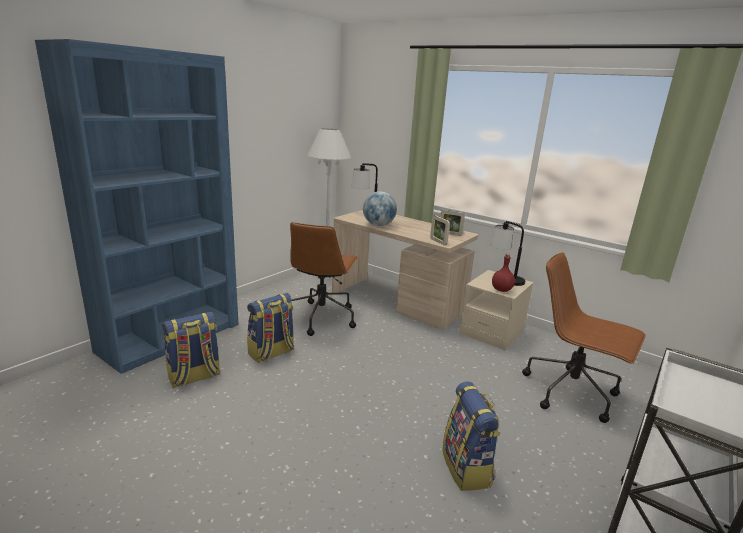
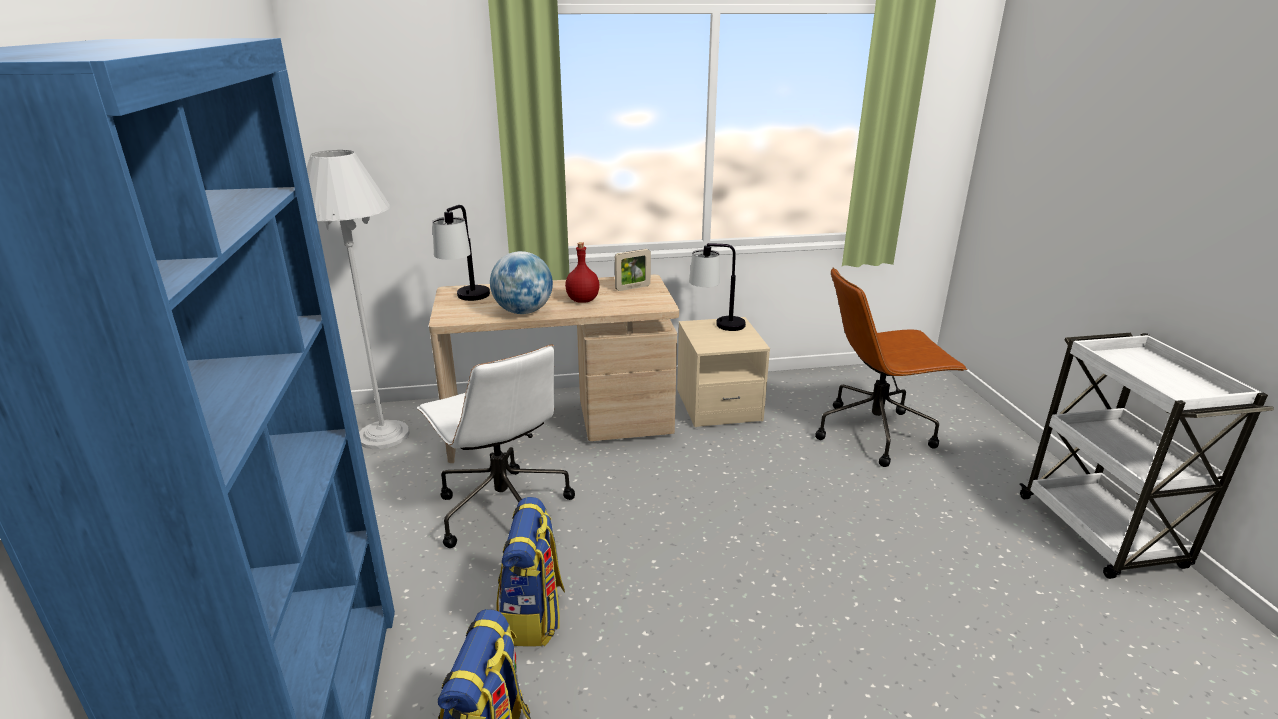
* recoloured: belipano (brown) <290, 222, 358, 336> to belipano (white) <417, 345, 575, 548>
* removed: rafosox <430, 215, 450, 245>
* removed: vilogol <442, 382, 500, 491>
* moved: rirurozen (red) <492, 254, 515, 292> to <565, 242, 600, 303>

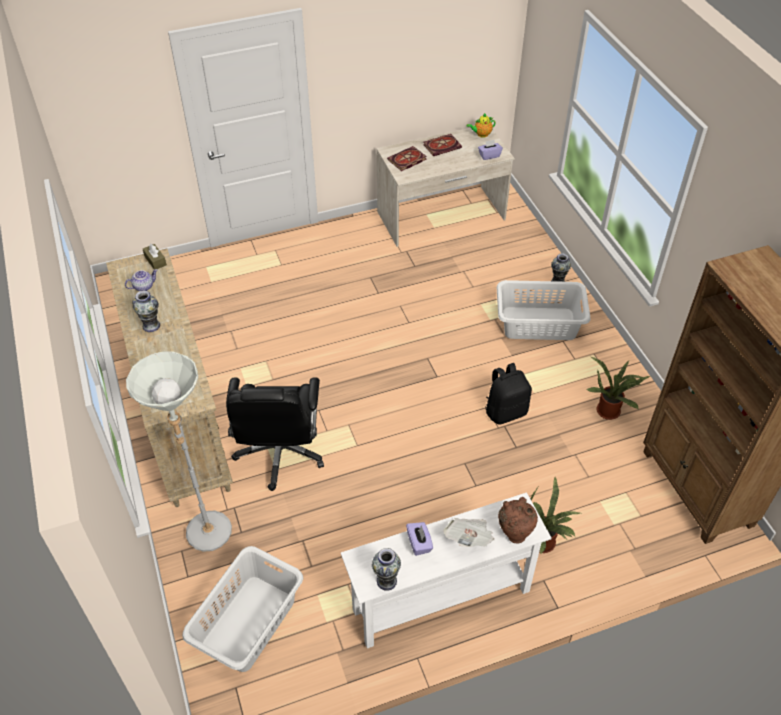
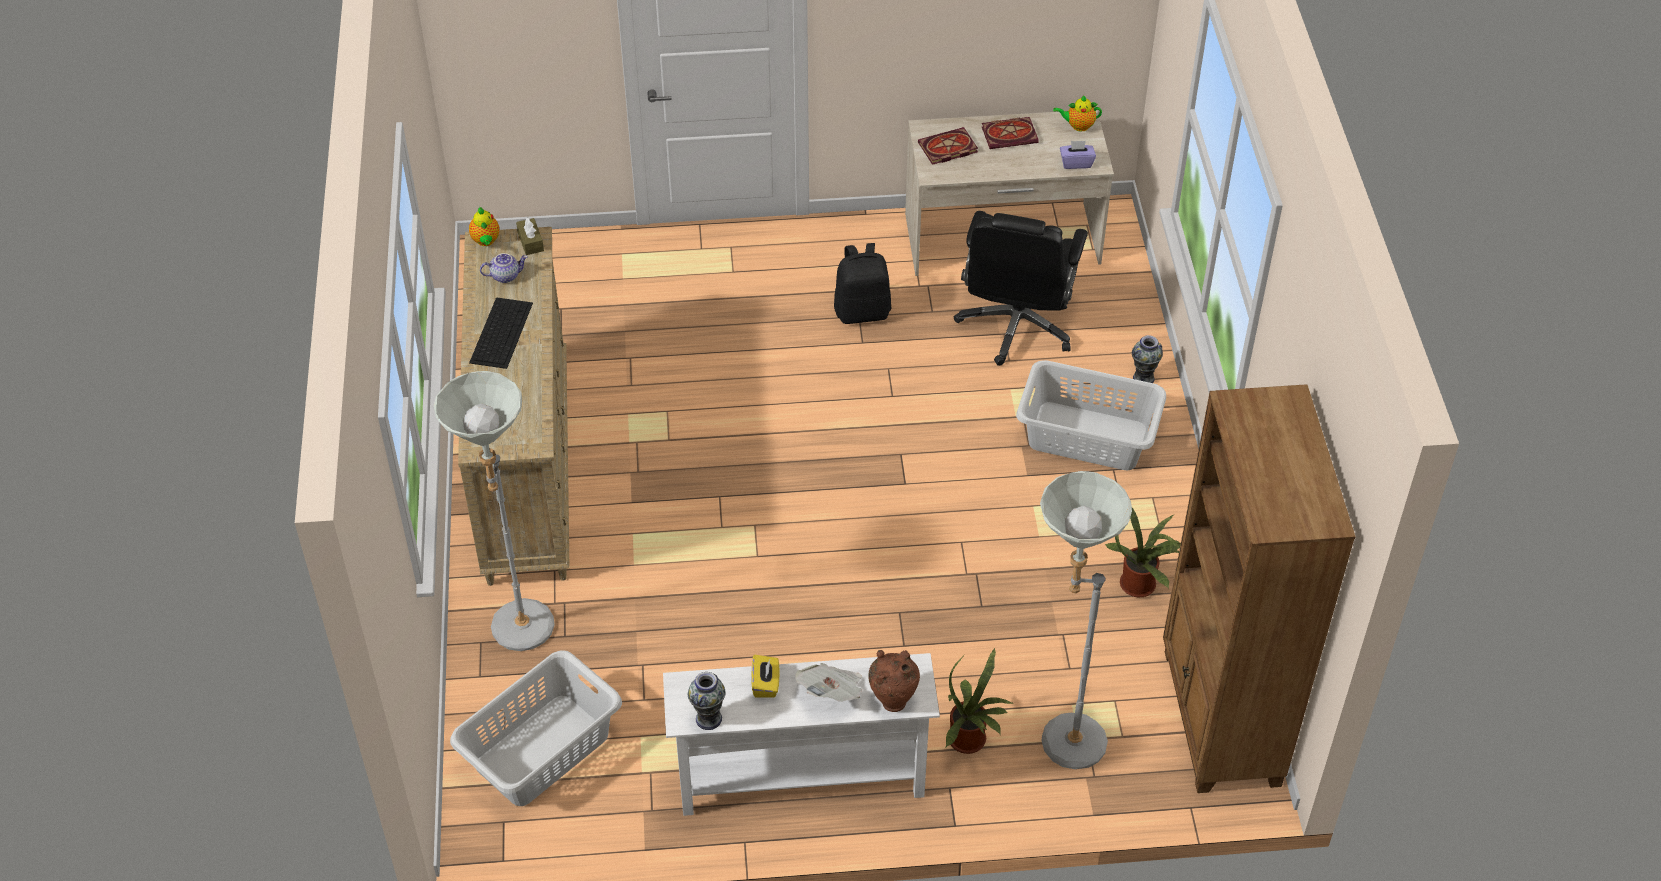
* replaced: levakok <132, 290, 160, 332> to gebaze <469, 297, 533, 369>
* moved: belipano (black) <226, 377, 324, 491> to <954, 211, 1088, 366>
* recoloured: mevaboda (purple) <406, 522, 433, 556> to mevaboda (yellow) <752, 655, 779, 698>
* moved: vilogol (black) <485, 363, 532, 425> to <834, 243, 891, 324>
* added: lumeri <469, 207, 499, 246>
* added: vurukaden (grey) <1040, 471, 1132, 769>

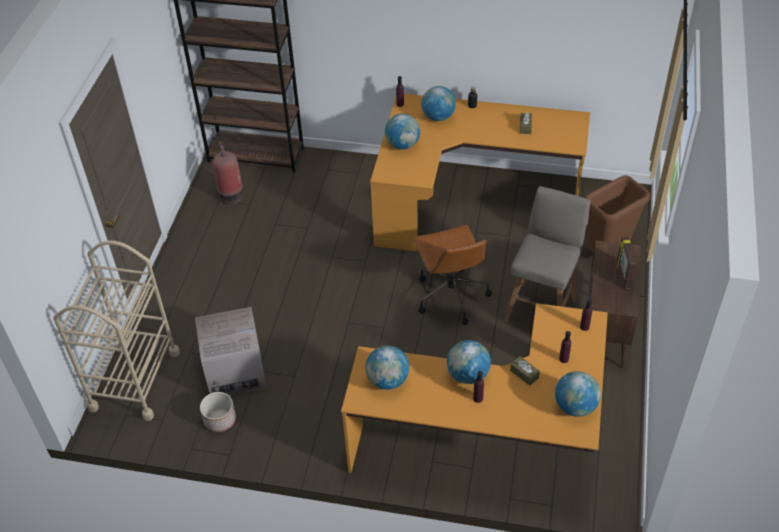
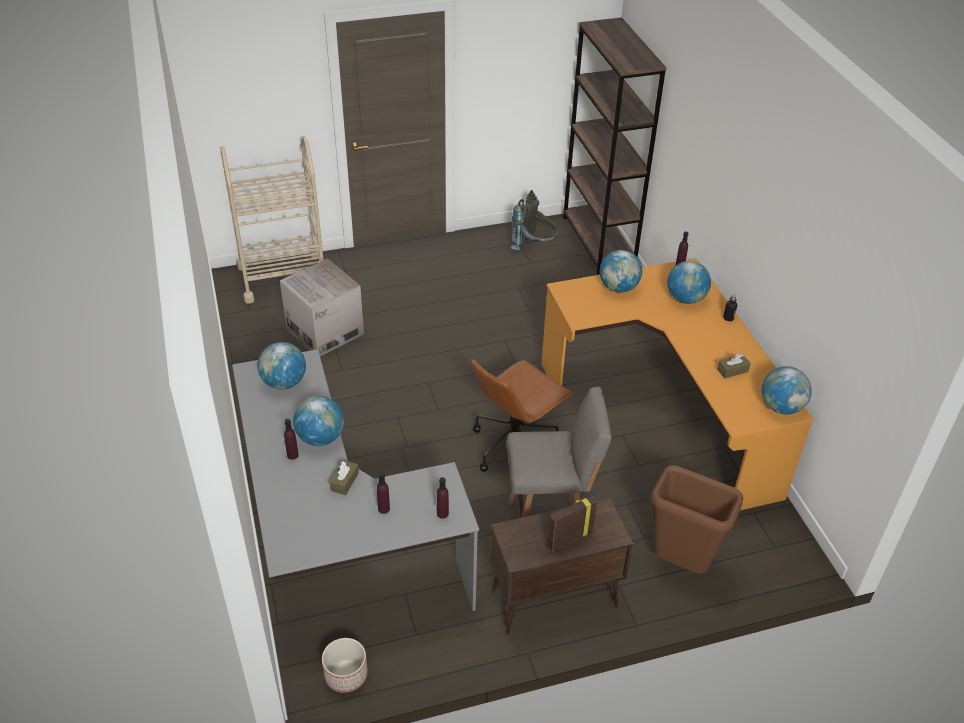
* moved: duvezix <200, 392, 236, 432> to <322, 638, 368, 693>
* replaced: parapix <213, 141, 244, 205> to vilogol (grey) <510, 190, 558, 250>
* recoloured: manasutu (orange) <341, 303, 608, 473> to manasutu (grey) <232, 349, 479, 611>
* moved: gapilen <555, 371, 601, 417> to <762, 366, 812, 414>

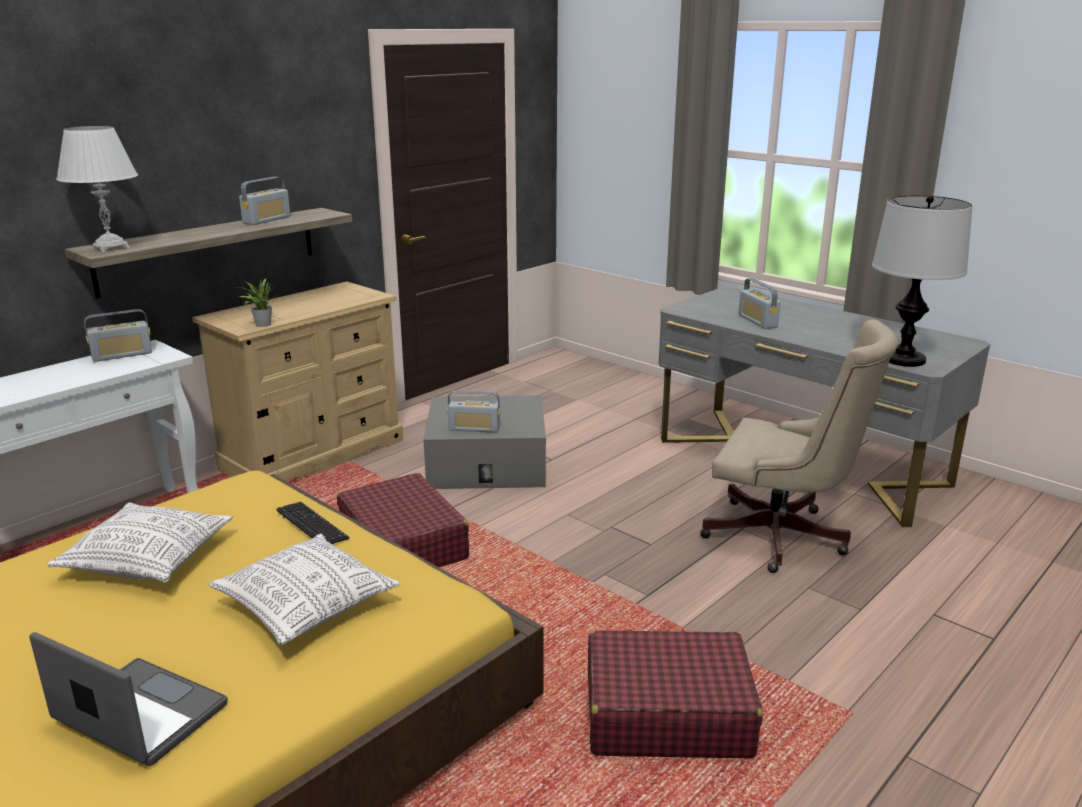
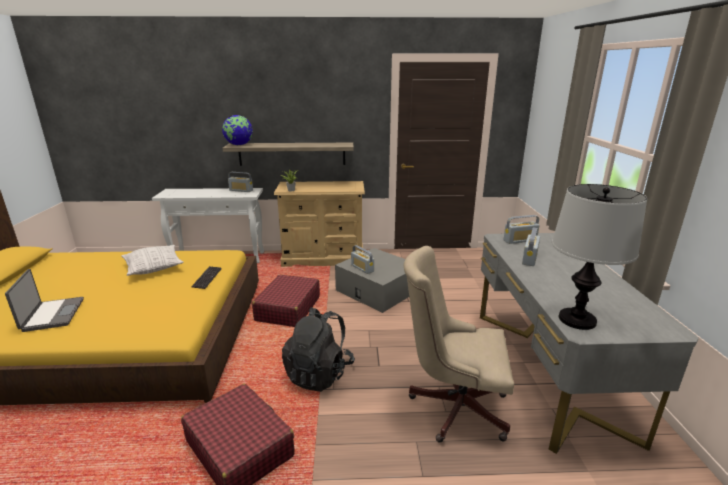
* replaced: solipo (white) <56, 126, 138, 252> to gapilen <222, 115, 253, 145>
* removed: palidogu <209, 534, 400, 645>
* moved: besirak <239, 177, 290, 225> to <504, 215, 540, 244>
* turned: belipano (beige) <700, 319, 898, 573> = <404, 246, 514, 443> 120 degrees clockwise
* added: vilogol (black) <282, 307, 355, 392>

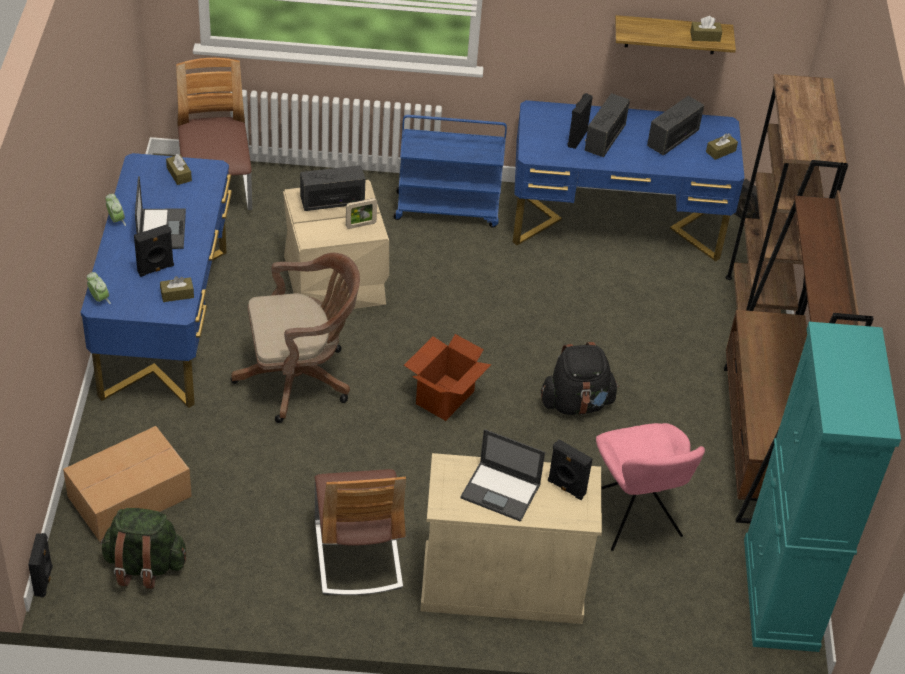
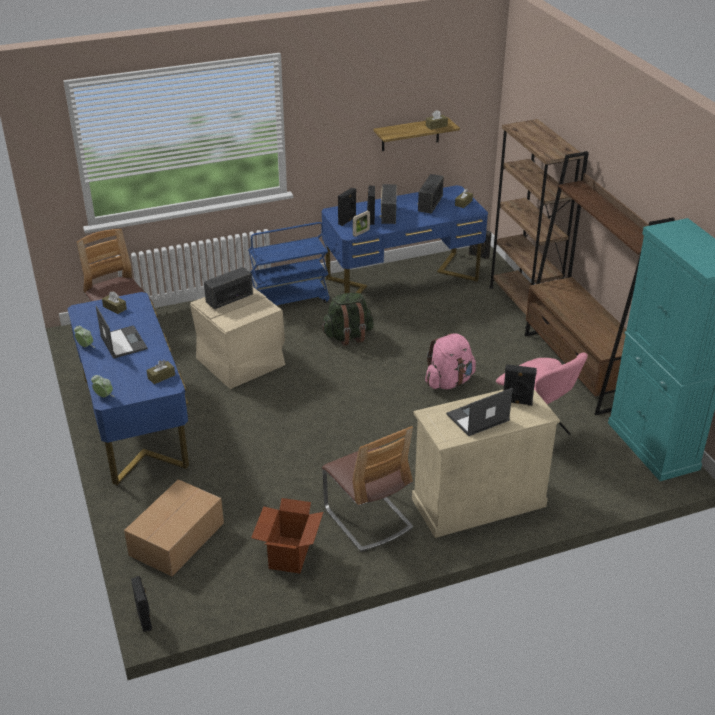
* moved: vilogol (green) <100, 508, 186, 589> to <322, 293, 374, 346>
* moved: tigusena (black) <134, 224, 174, 277> to <338, 188, 356, 226>
* removed: belipano (brown) <231, 253, 360, 423>
* moved: rafosox <346, 198, 377, 229> to <353, 210, 370, 237>
* moved: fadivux <404, 334, 491, 421> to <251, 498, 323, 574>
* turned: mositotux <460, 429, 545, 521> = <446, 388, 513, 436> 150 degrees clockwise
* recoloured: vilogol (black) <541, 342, 619, 415> to vilogol (pink) <425, 333, 476, 389>

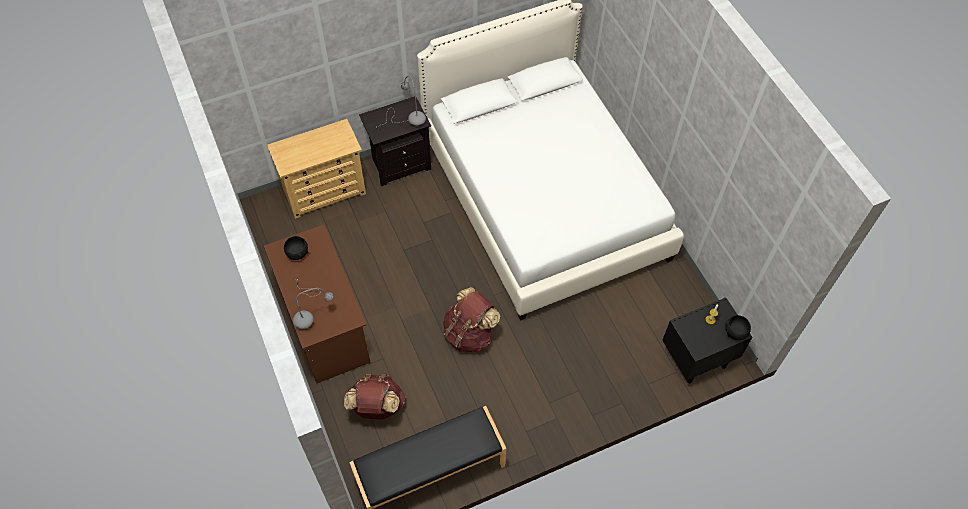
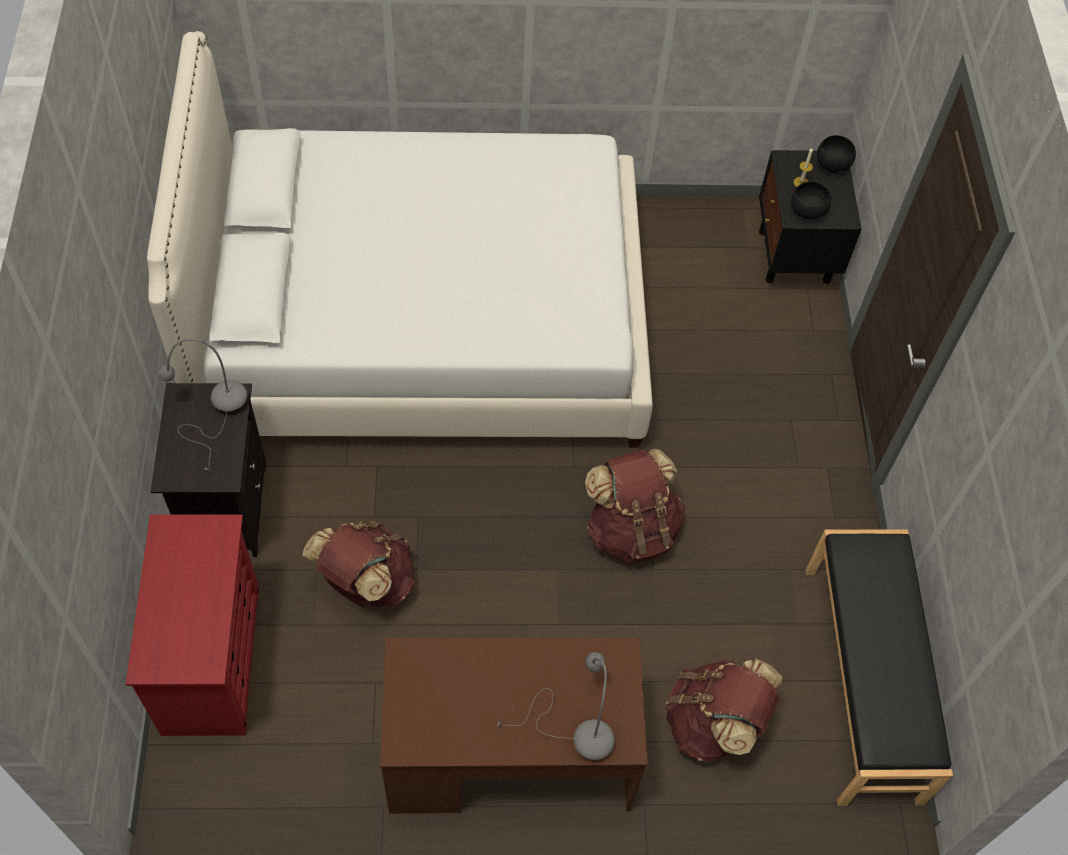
* recoloured: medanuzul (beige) <267, 119, 366, 219> to medanuzul (red) <126, 514, 259, 736>
* moved: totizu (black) <284, 236, 308, 260> to <791, 182, 833, 220>
* added: vilogol (brown) <302, 521, 415, 607>

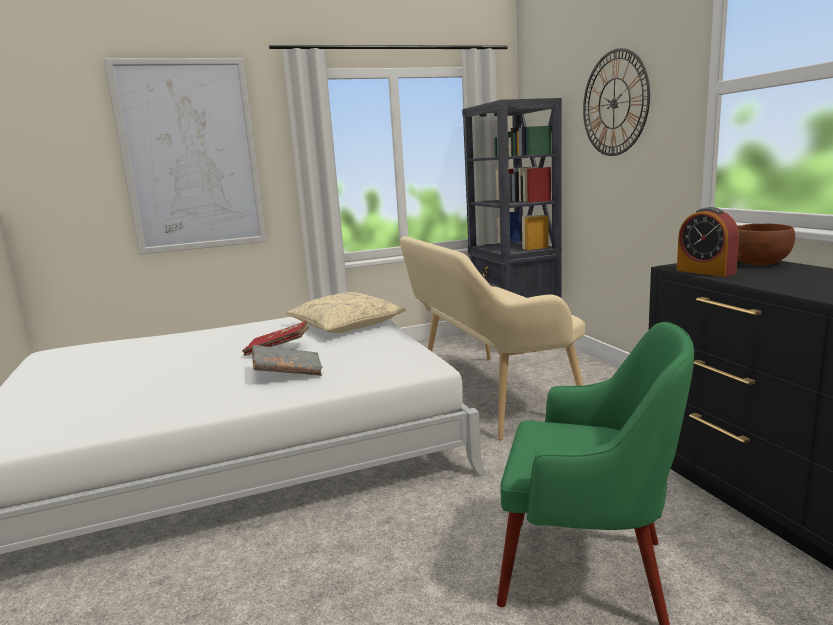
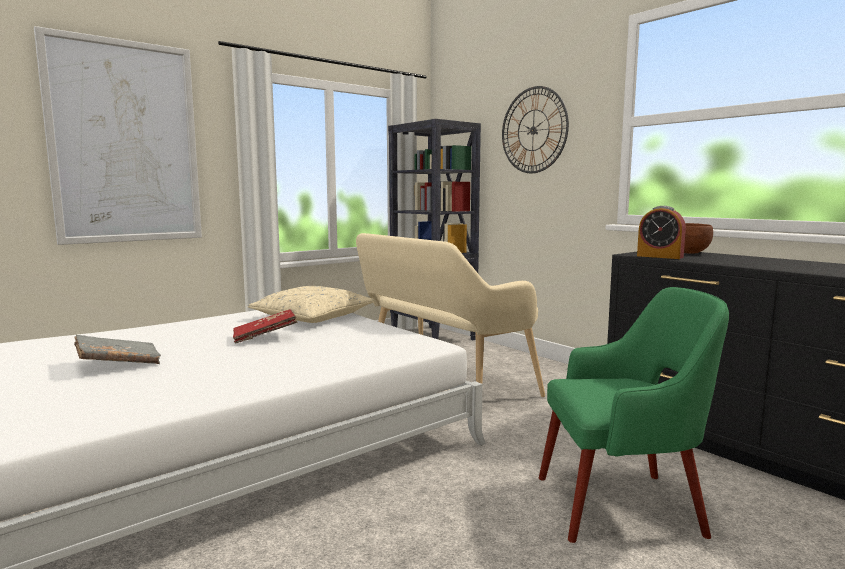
* moved: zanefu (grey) <252, 345, 323, 376> to <74, 335, 161, 364>

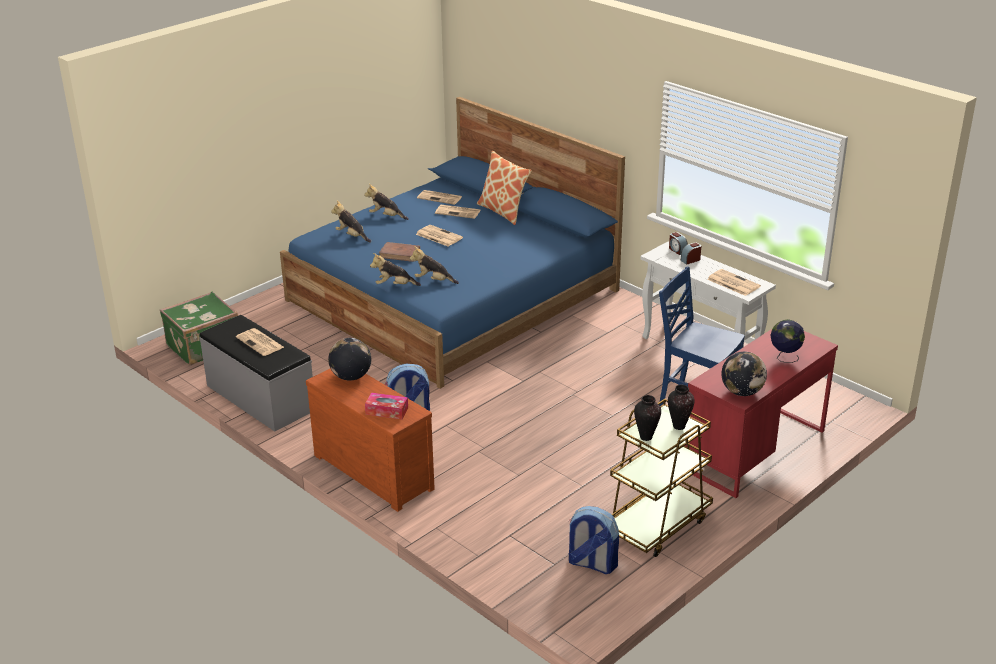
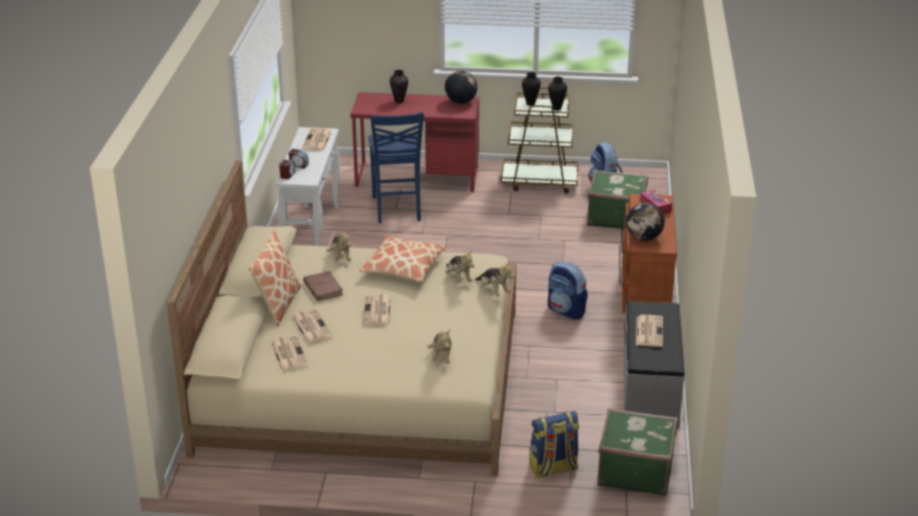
* recoloured: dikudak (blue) <280, 97, 625, 389> to dikudak (beige) <167, 160, 517, 476>
* moved: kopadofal <364, 184, 408, 220> to <327, 229, 351, 262>
* moved: zanefu (brown) <379, 242, 420, 262> to <303, 271, 343, 301>
* replaced: gapilen <770, 319, 805, 363> to levakok <390, 70, 408, 103>
* added: palidogu <359, 236, 446, 282>
* added: vilogol <529, 411, 579, 479>
* added: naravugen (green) <587, 170, 648, 229>

